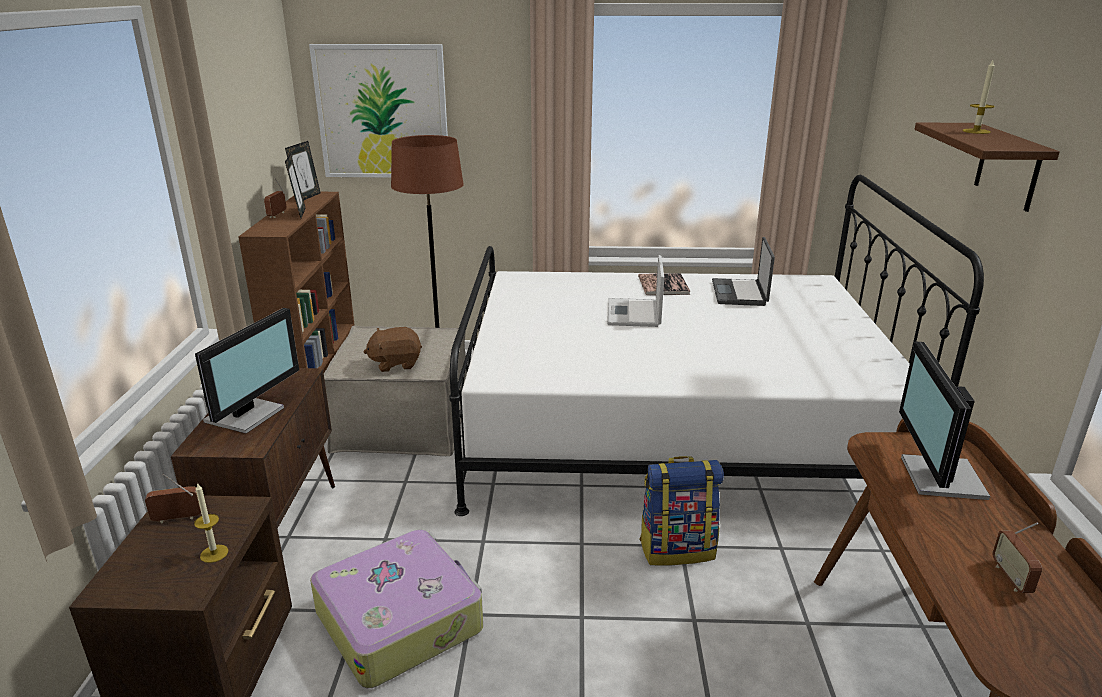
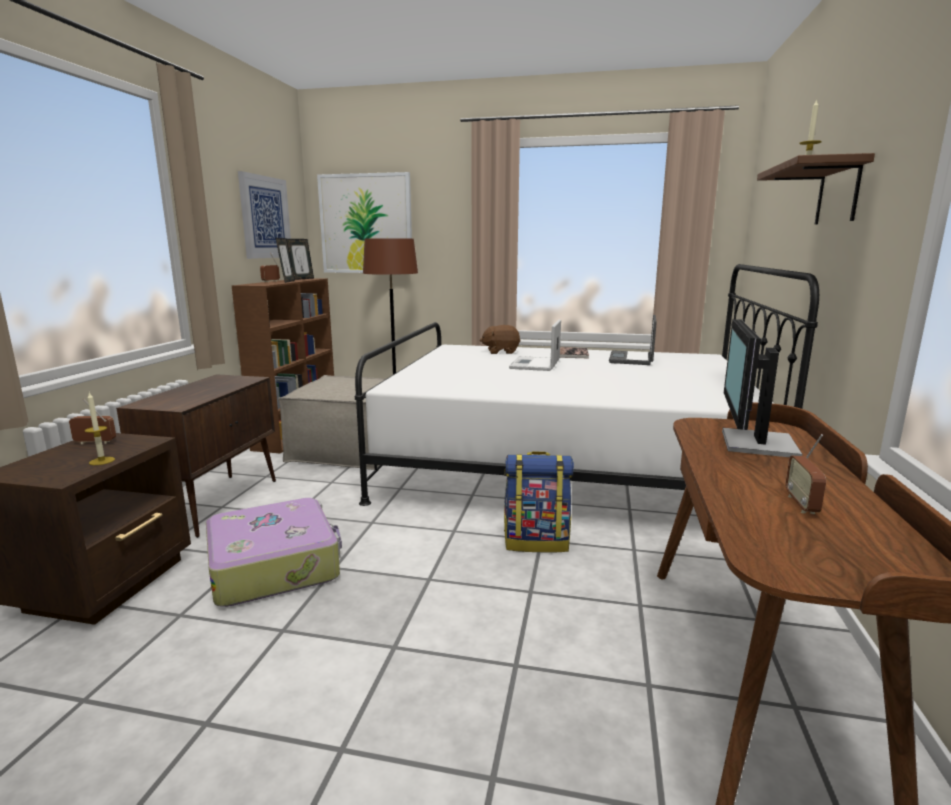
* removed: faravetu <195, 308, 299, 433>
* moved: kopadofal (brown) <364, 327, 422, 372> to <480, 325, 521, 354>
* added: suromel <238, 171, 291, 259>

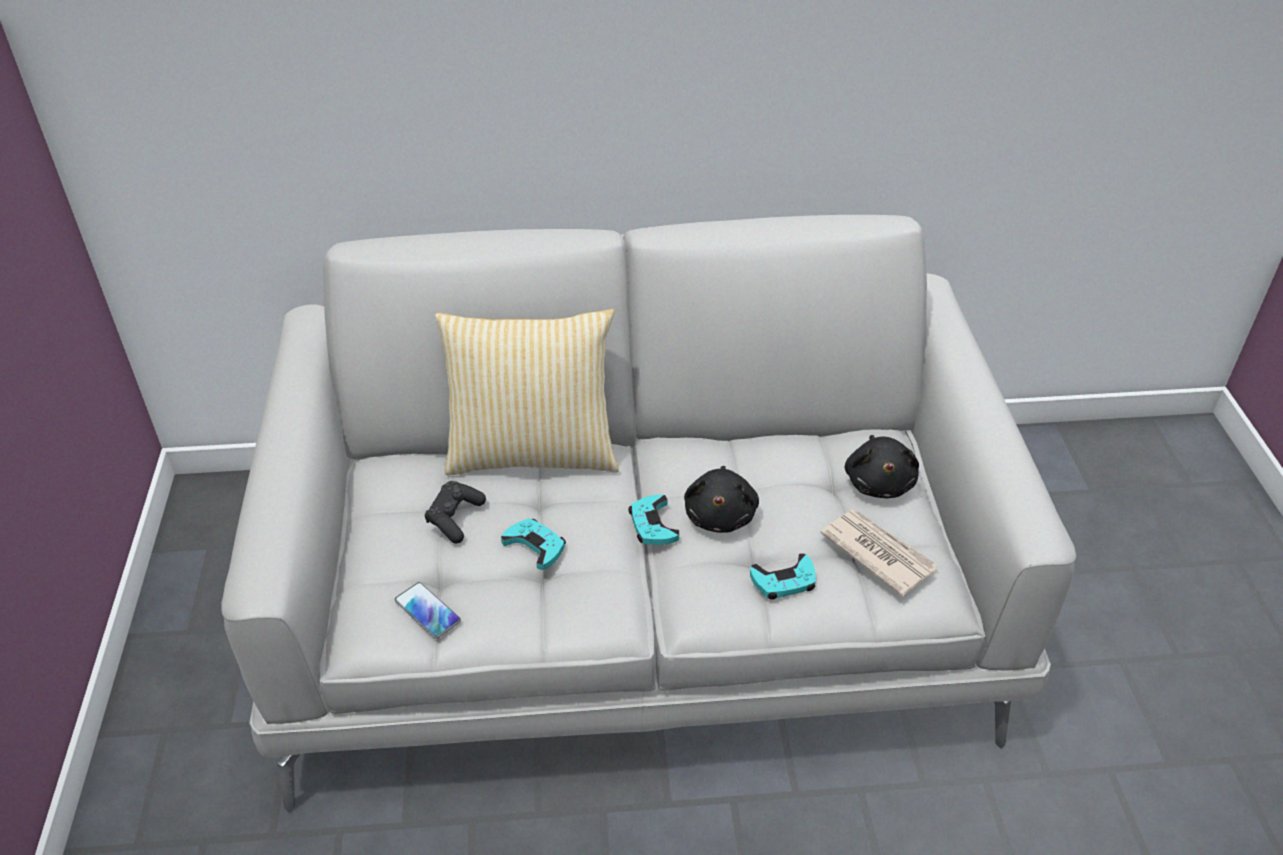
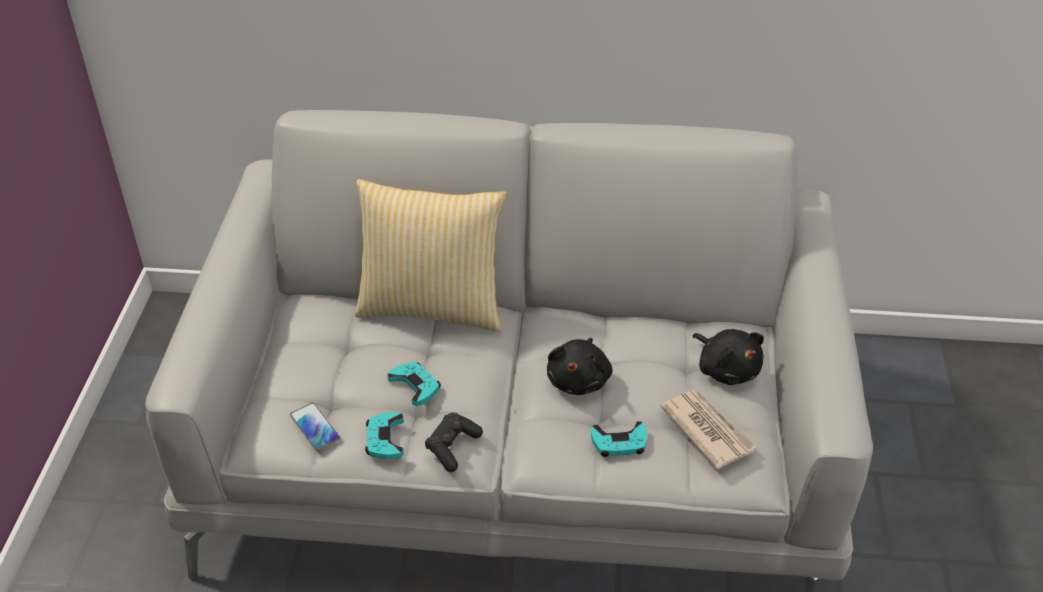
* moved: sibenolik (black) <425, 481, 486, 544> to <425, 412, 483, 472>
* moved: sibenolik (turquoise) <628, 494, 679, 545> to <365, 412, 404, 459>
* turned: kopadofal (black) <845, 435, 919, 498> = <692, 329, 764, 385> 45 degrees counterclockwise

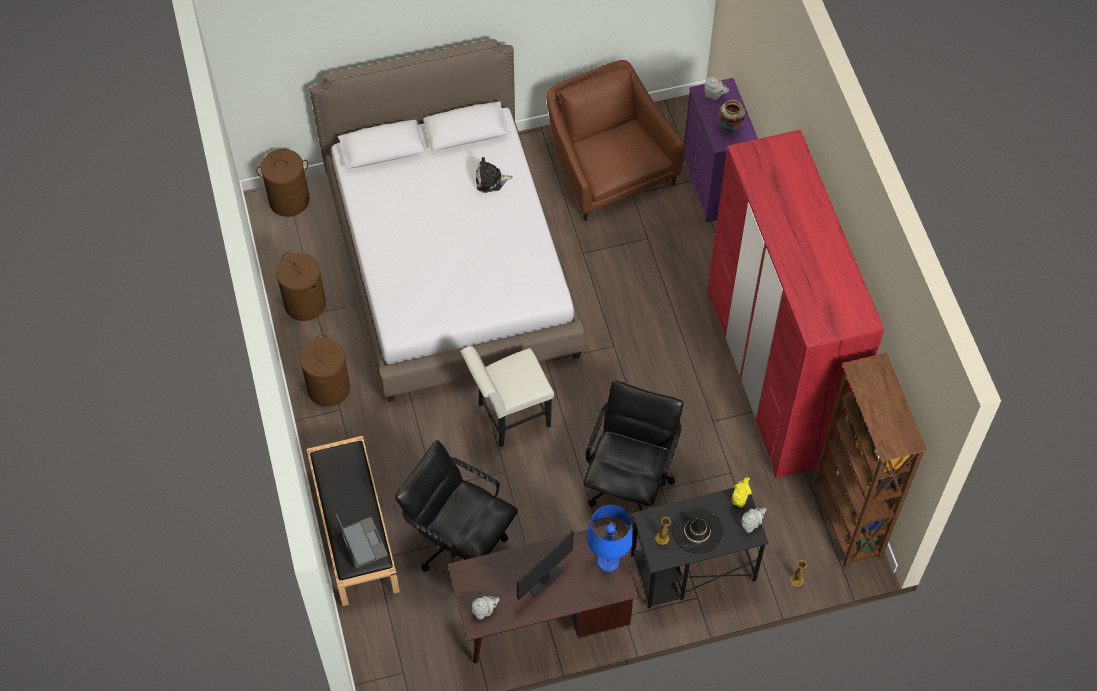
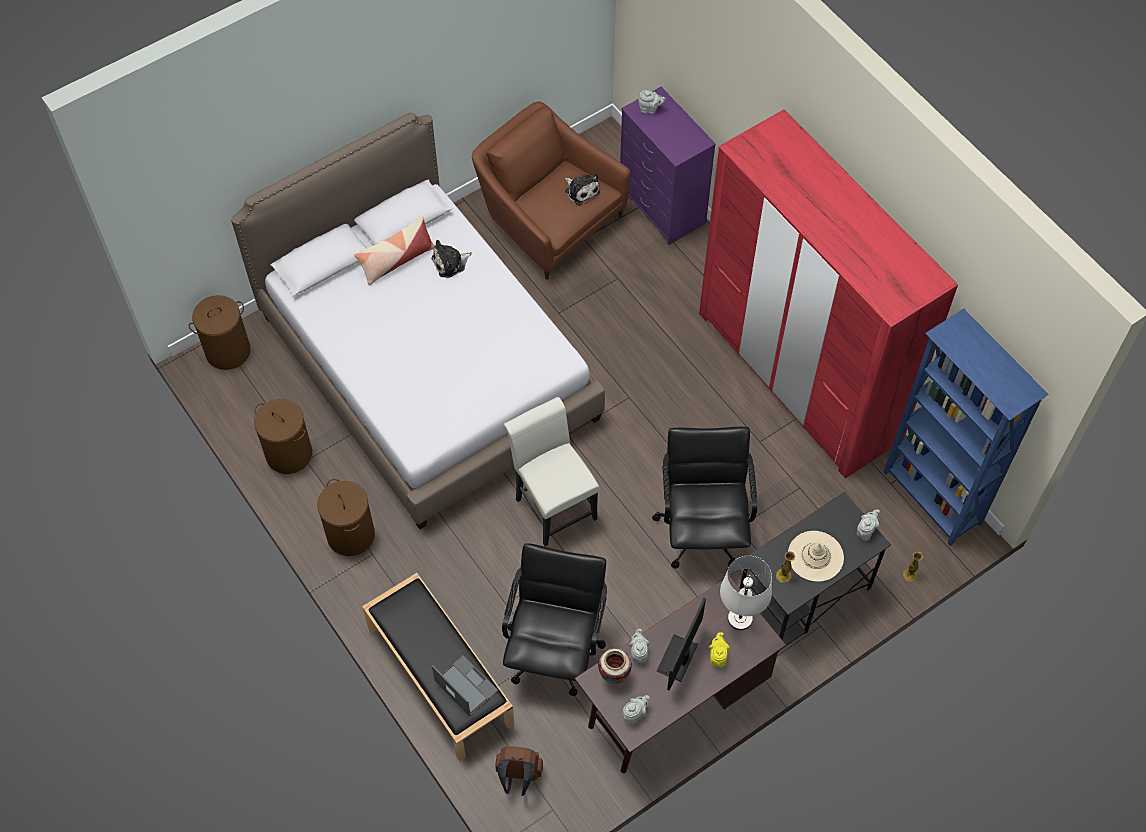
* turned: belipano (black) <395, 440, 518, 572> = <502, 543, 607, 696> 90 degrees clockwise
* turned: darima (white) <461, 346, 554, 447> = <504, 397, 599, 546> 105 degrees clockwise
* recoloured: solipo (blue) <587, 505, 633, 572> to solipo (white) <720, 556, 772, 630>
* recoloured: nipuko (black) <672, 507, 723, 555> to nipuko (beige) <788, 531, 844, 582>
* moved: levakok <719, 100, 746, 132> to <598, 648, 632, 684>
* moved: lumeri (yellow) <732, 477, 752, 508> to <709, 632, 730, 667>
* recoloured: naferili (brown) <812, 353, 927, 568> to naferili (blue) <884, 309, 1049, 546>
* added: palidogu <354, 216, 435, 285>
* added: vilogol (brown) <495, 746, 543, 796>
* added: kopadofal <565, 173, 600, 206>
* added: lumeri (grey) <628, 629, 650, 663>

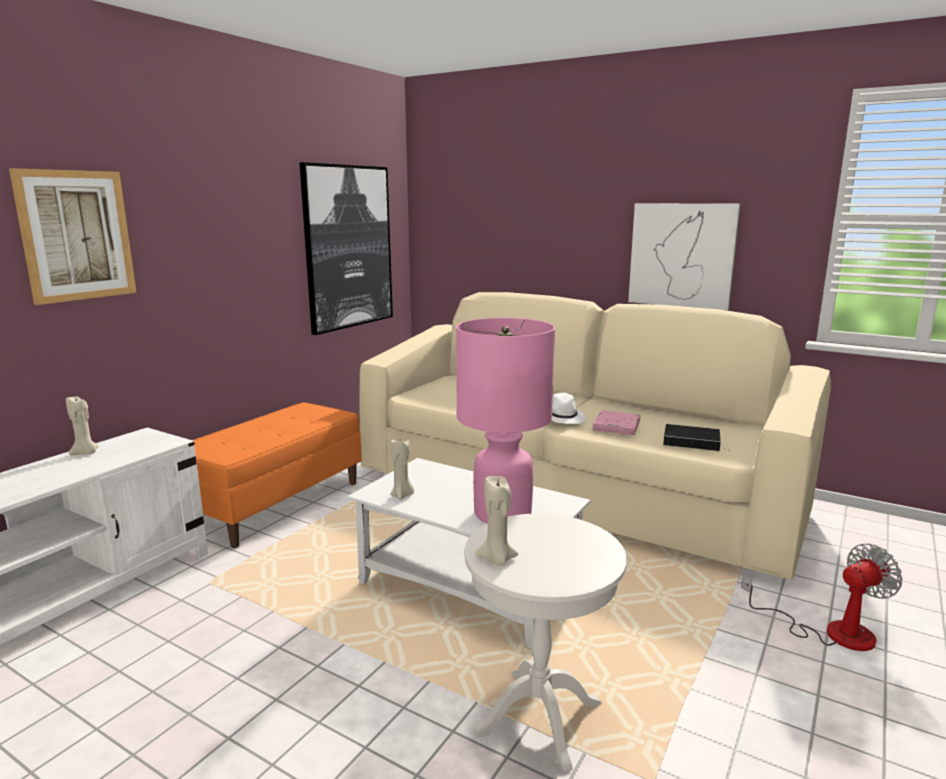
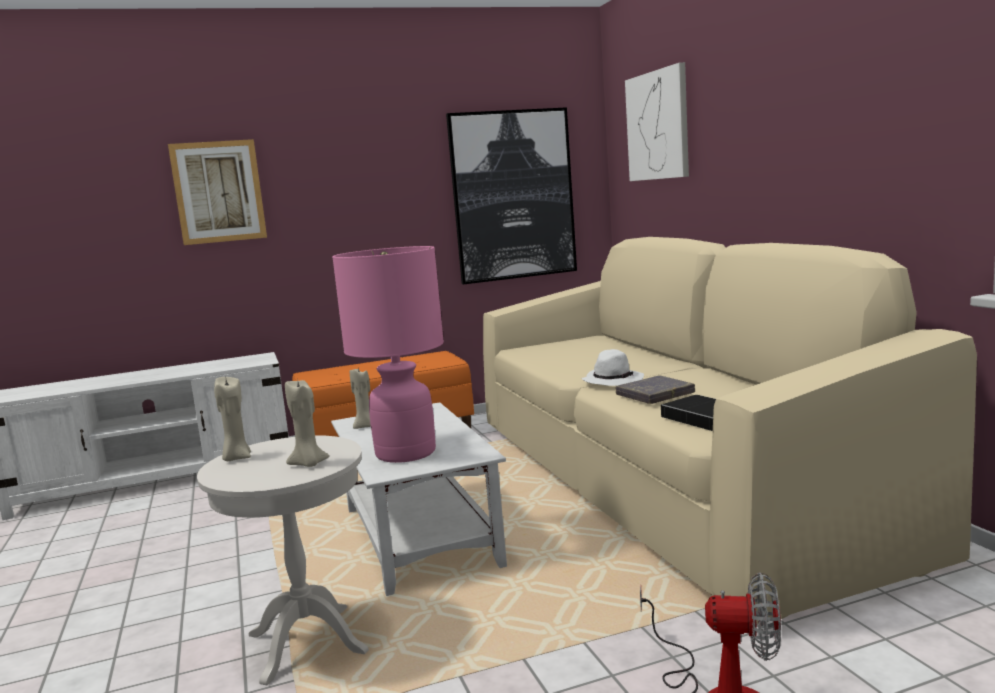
* moved: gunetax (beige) <66, 396, 99, 455> to <285, 380, 330, 467>
* recoloured: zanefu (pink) <593, 410, 641, 435> to zanefu (grey) <616, 375, 695, 404>
* moved: suromel <628, 203, 741, 310> to <625, 62, 689, 181>

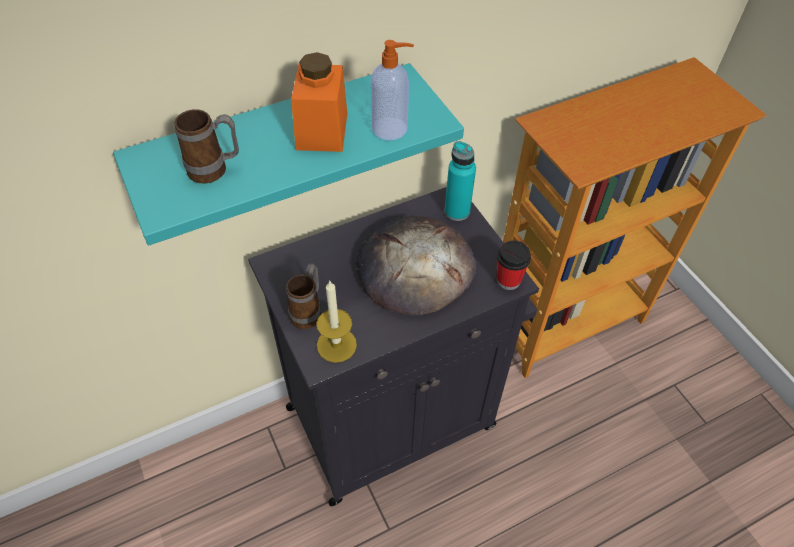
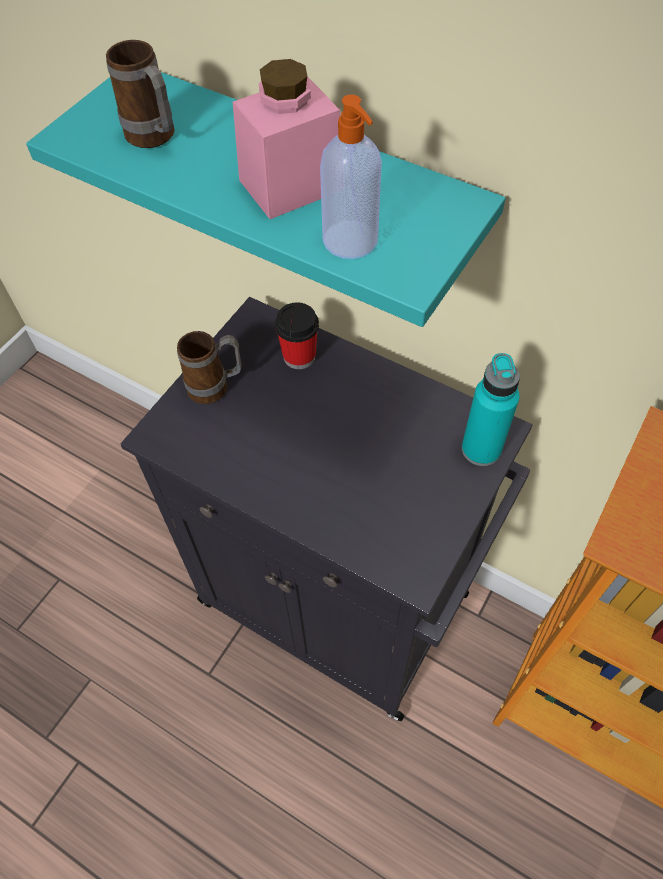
* recoloured: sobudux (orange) <291, 52, 347, 152> to sobudux (pink) <233, 59, 340, 219>
* removed: gunetax <317, 281, 357, 363>
* removed: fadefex <356, 216, 476, 316>
* moved: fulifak <496, 240, 531, 290> to <275, 302, 319, 369>

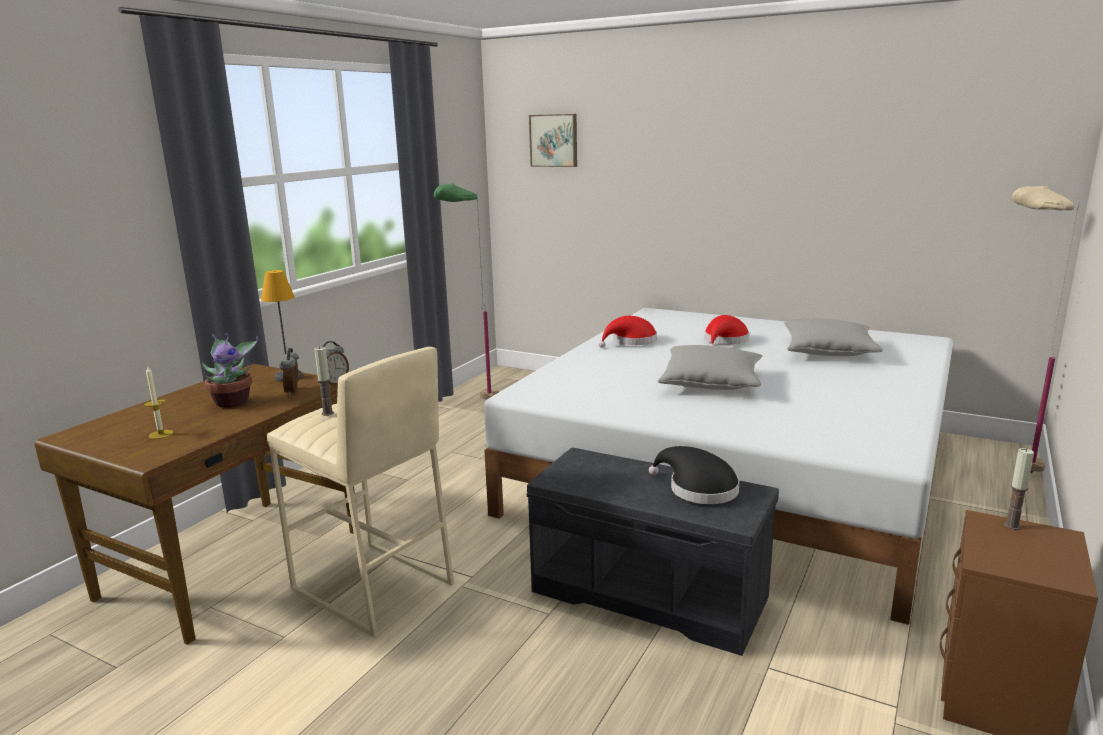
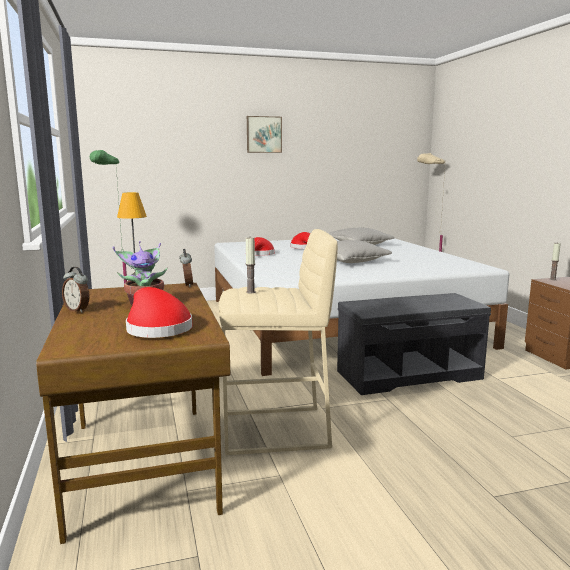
* replaced: gunetax <144, 367, 173, 439> to nipuko (red) <126, 287, 192, 338>
* moved: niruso <281, 348, 299, 396> to <62, 267, 90, 313>
* moved: suromel <529, 114, 577, 167> to <247, 116, 282, 153>
* removed: nipuko (black) <649, 446, 739, 504>

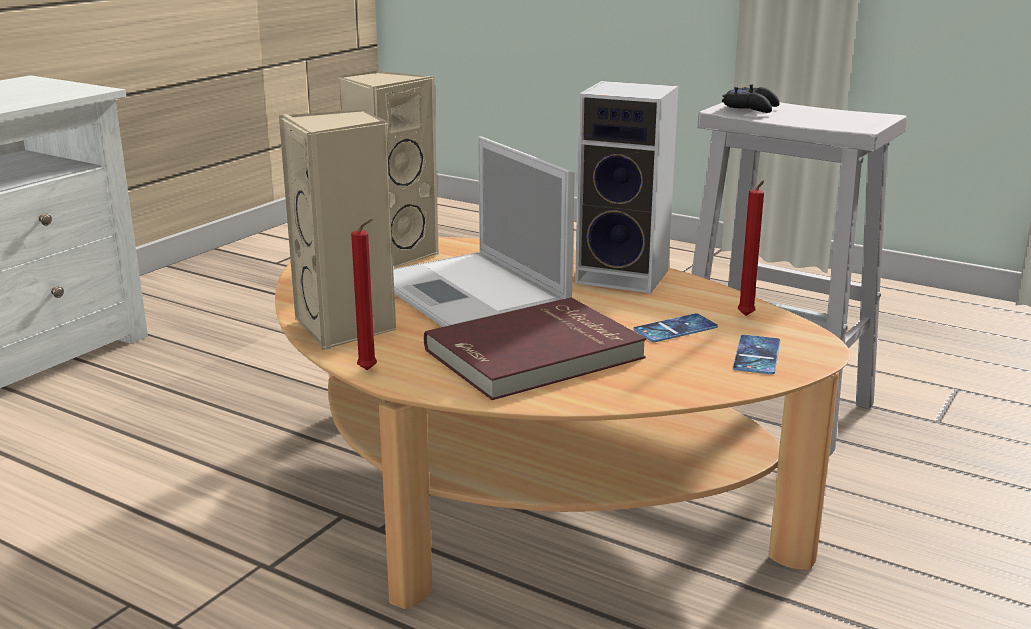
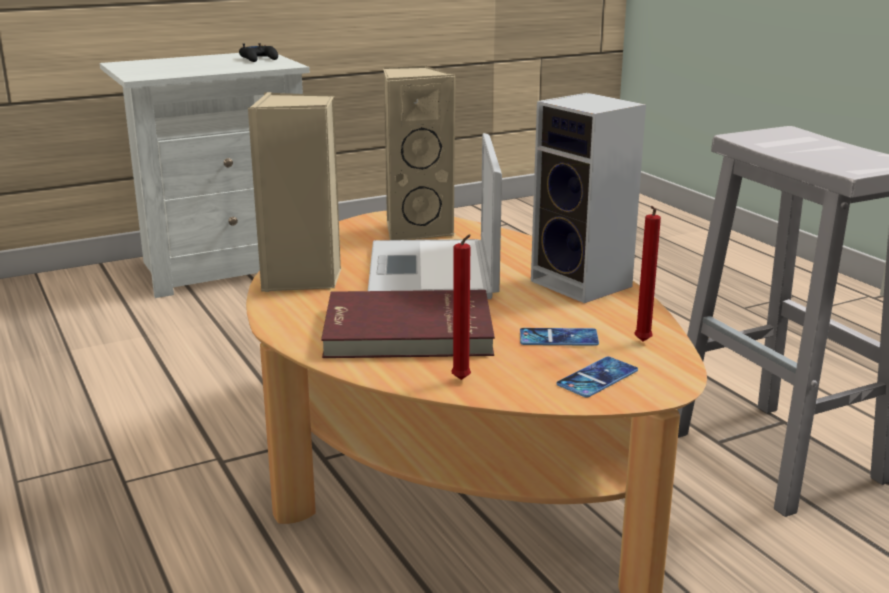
* moved: gunetax (red) <351, 219, 377, 370> to <451, 234, 471, 380>
* moved: sibenolik (black) <722, 84, 780, 113> to <239, 43, 278, 62>

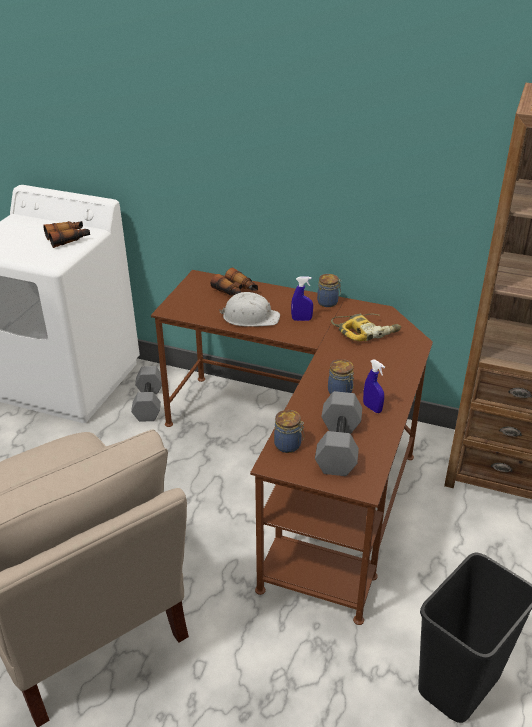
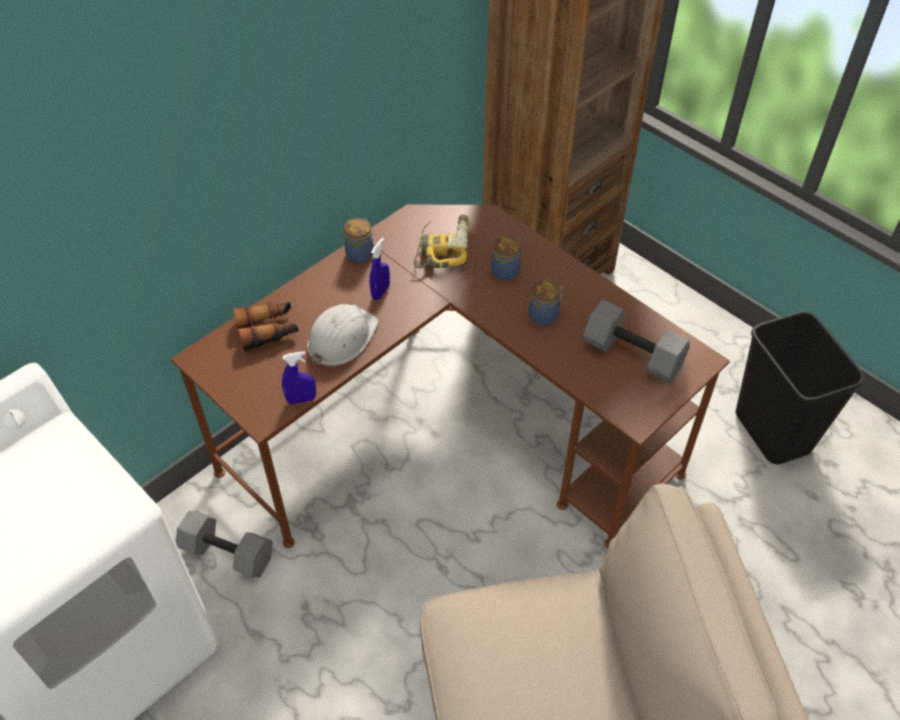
* removed: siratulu <43, 221, 90, 248>
* moved: sobudux <274, 410, 304, 453> to <491, 235, 521, 281>
* moved: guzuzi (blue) <363, 359, 385, 413> to <282, 351, 316, 404>

